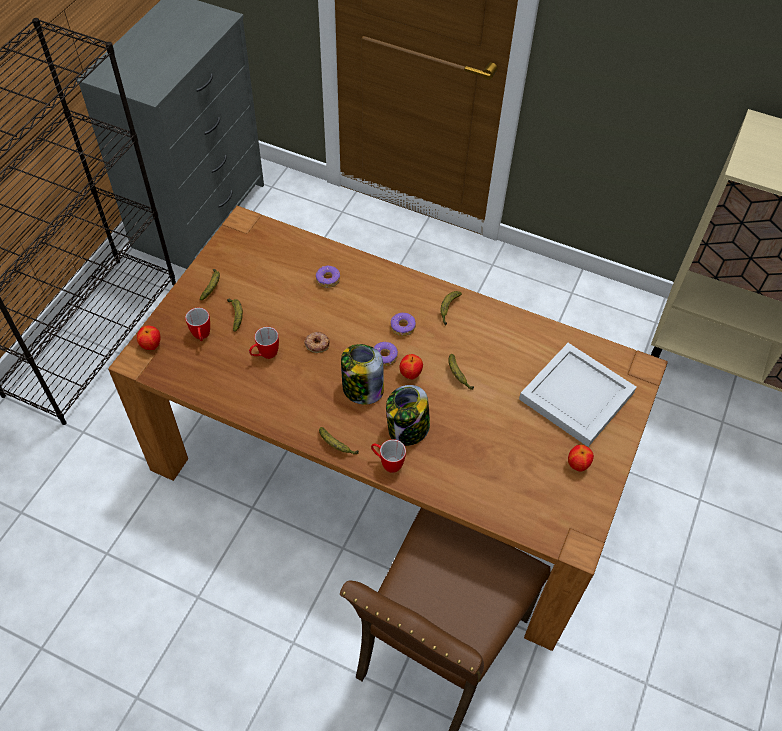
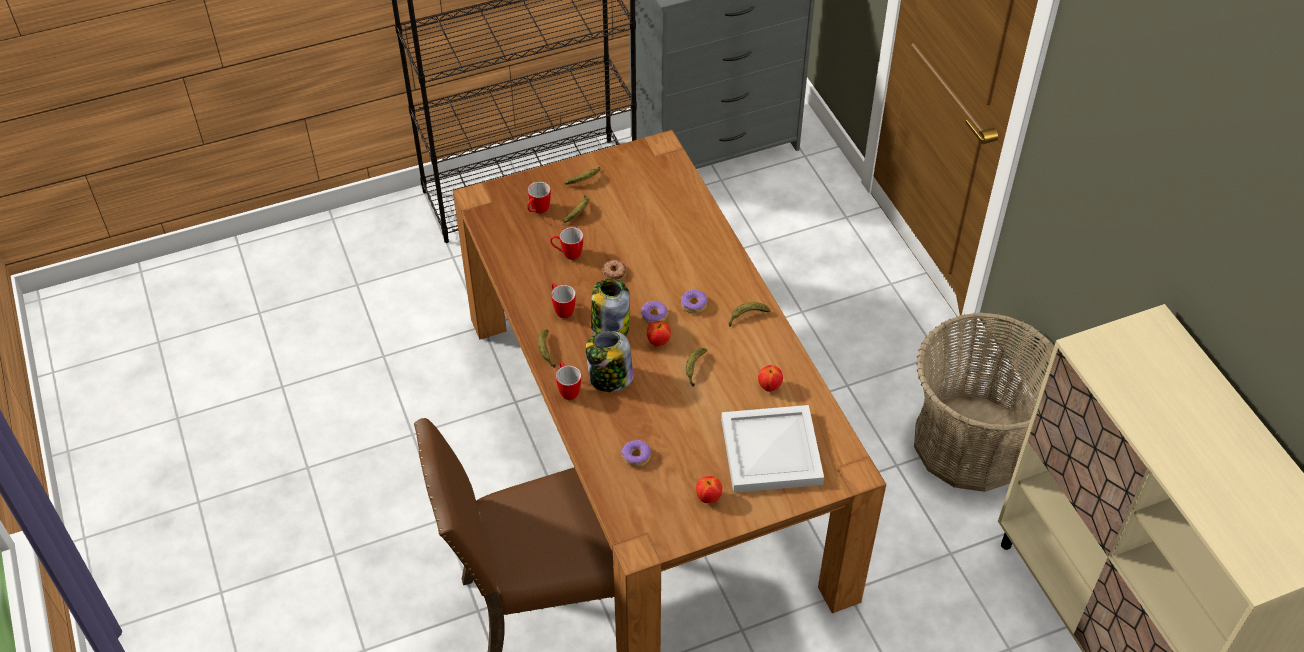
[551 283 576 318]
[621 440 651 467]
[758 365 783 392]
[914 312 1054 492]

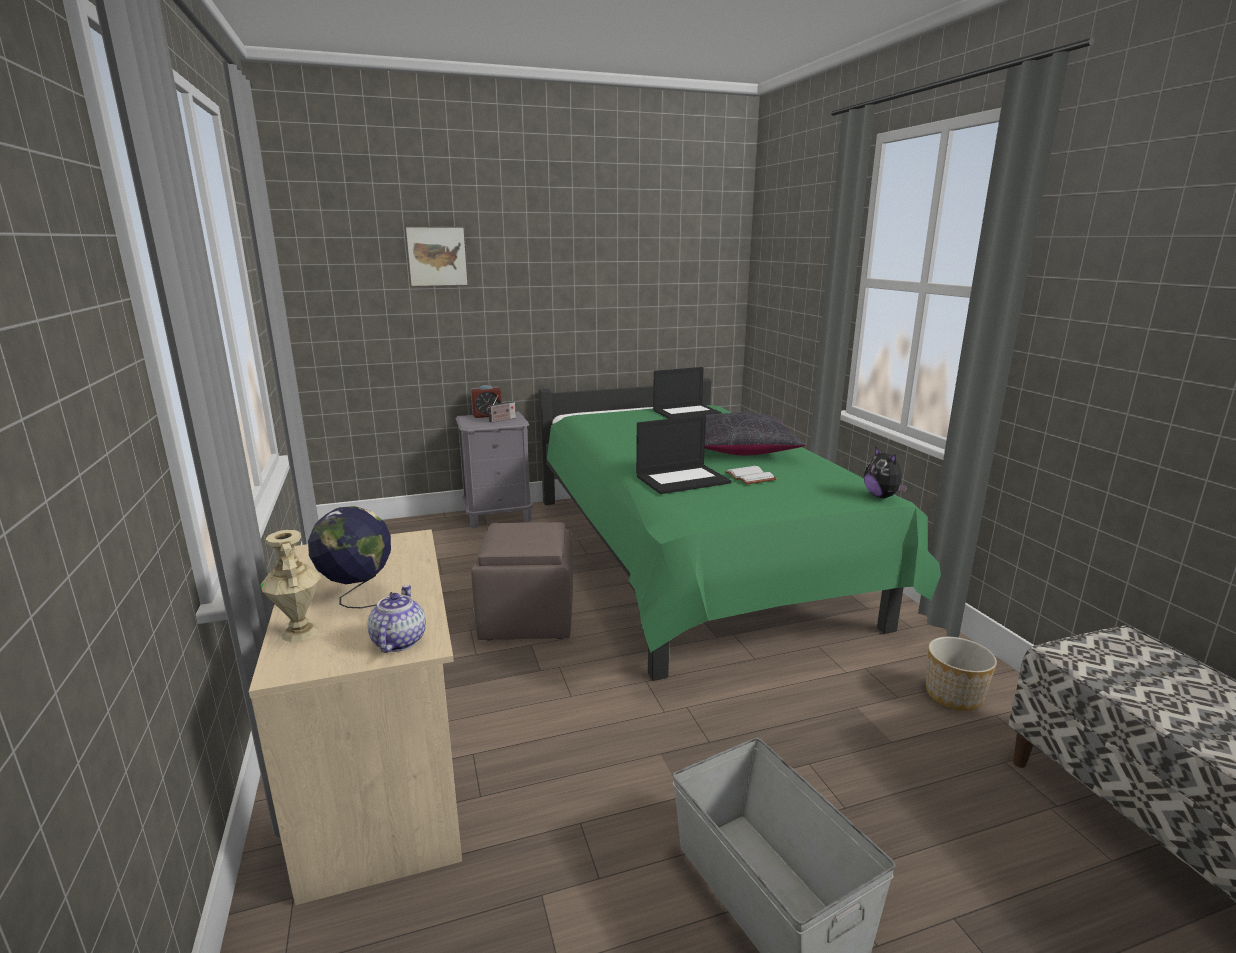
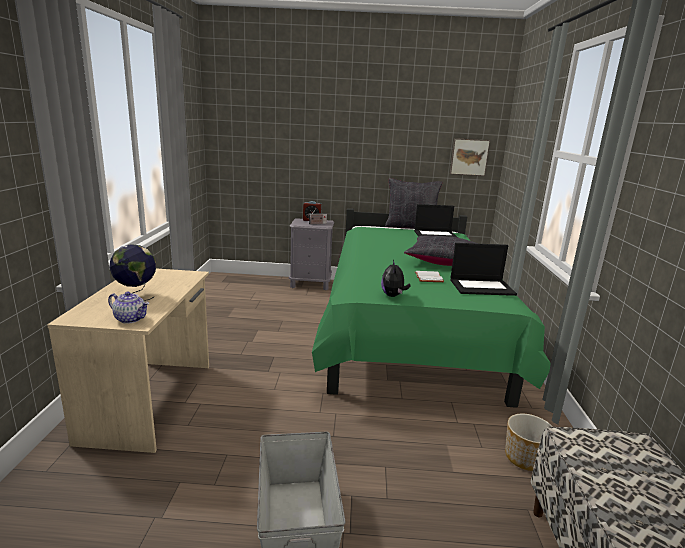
[108 292 149 323]
[381 260 411 297]
[385 178 442 228]
[450 138 490 176]
[450 243 517 296]
[261 530 321 642] (first image)
[471 522 573 641] (first image)

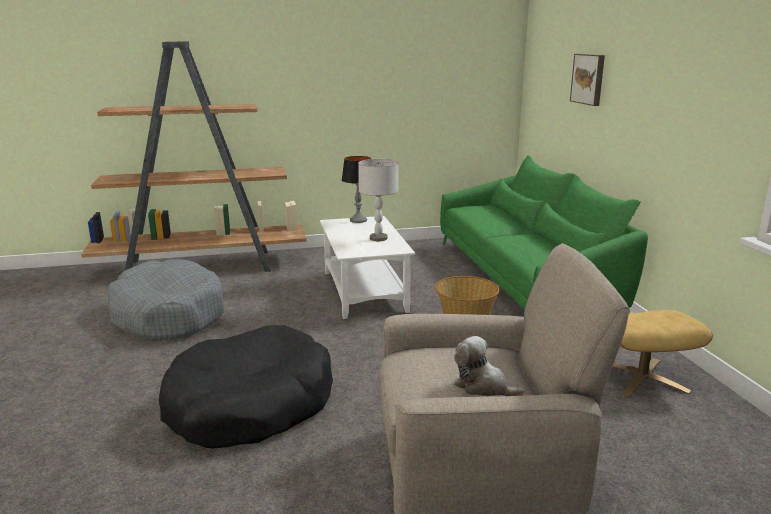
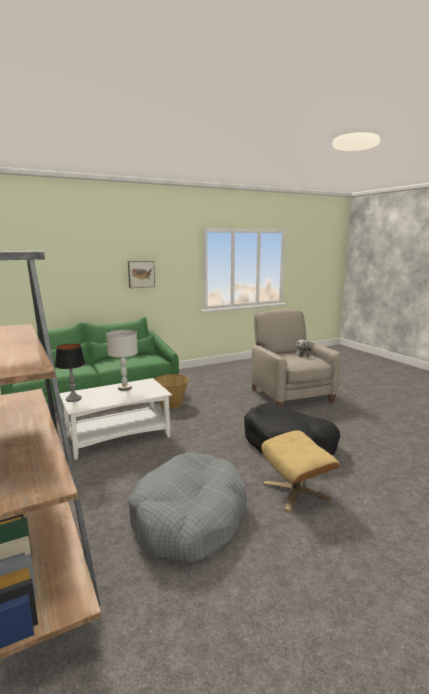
[128 261 155 288]
[261 430 340 512]

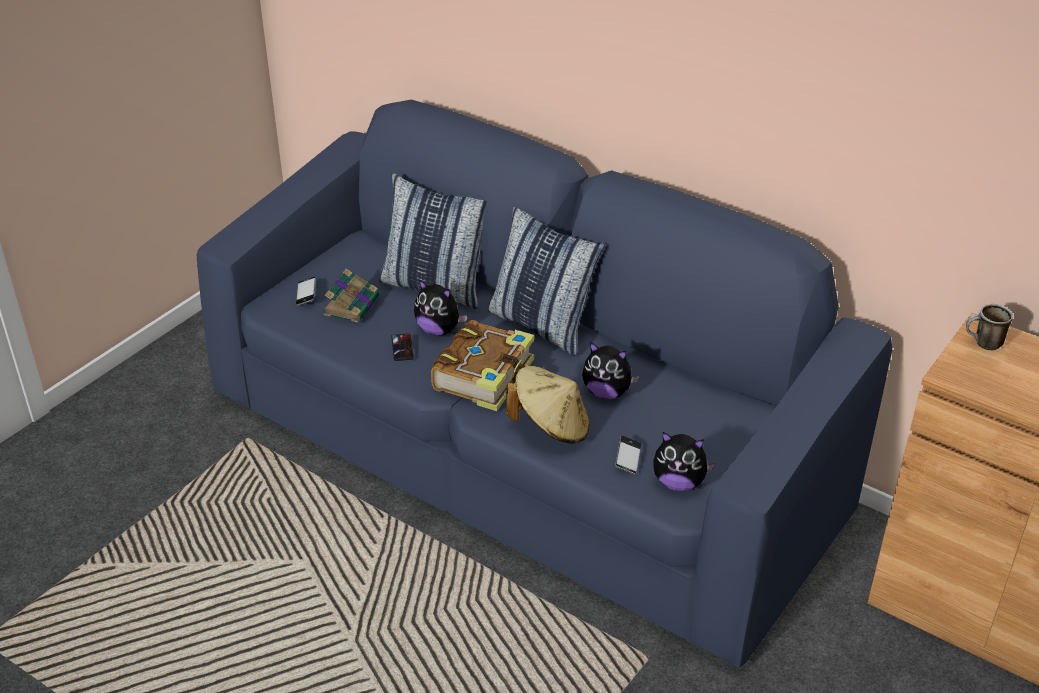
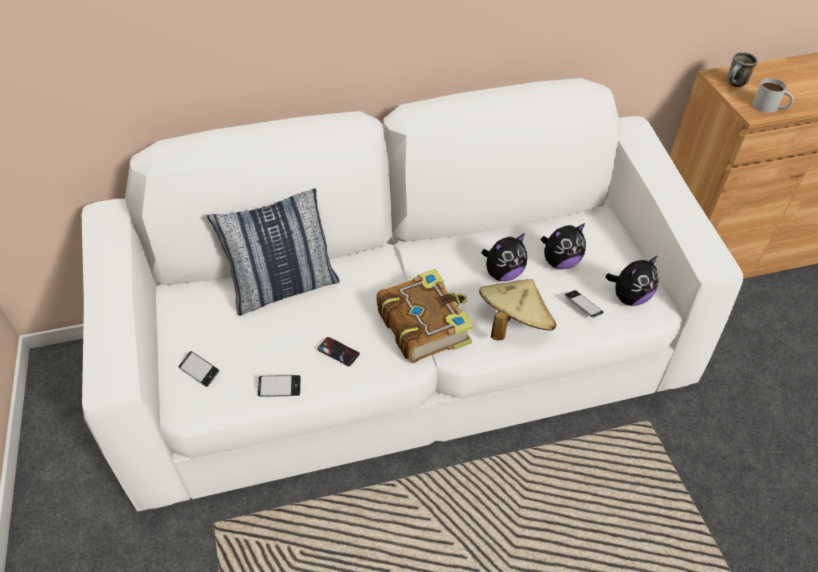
[82 78 743 512]
[258 375 301 397]
[541 223 586 269]
[752 78 794 113]
[324 269 380 323] (first image)
[488 207 605 356] (first image)

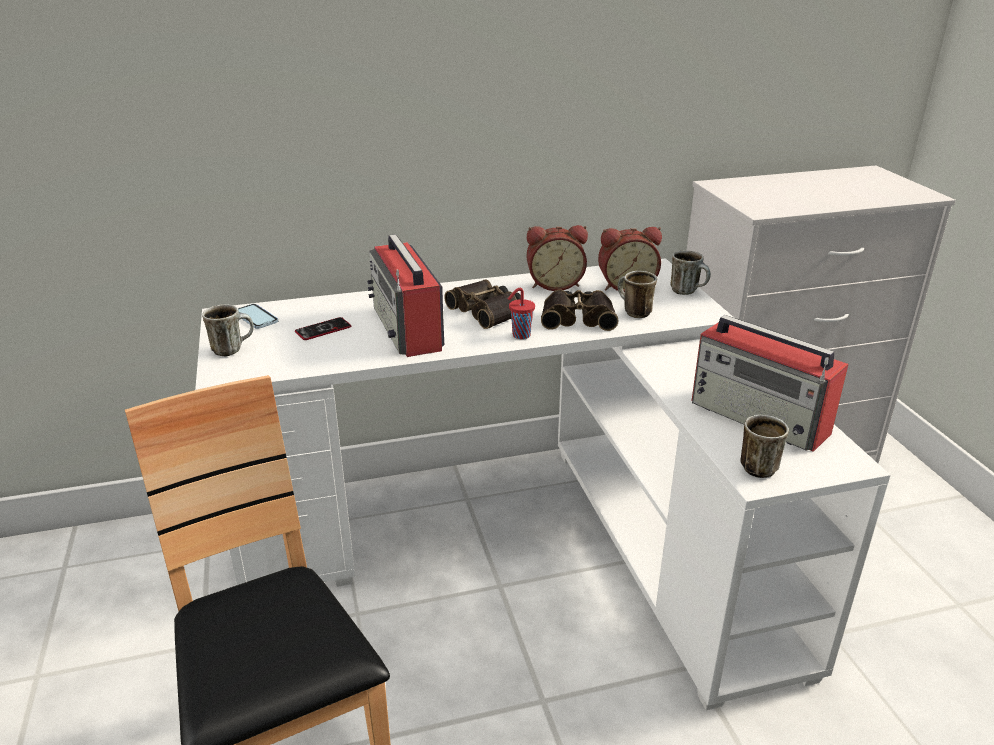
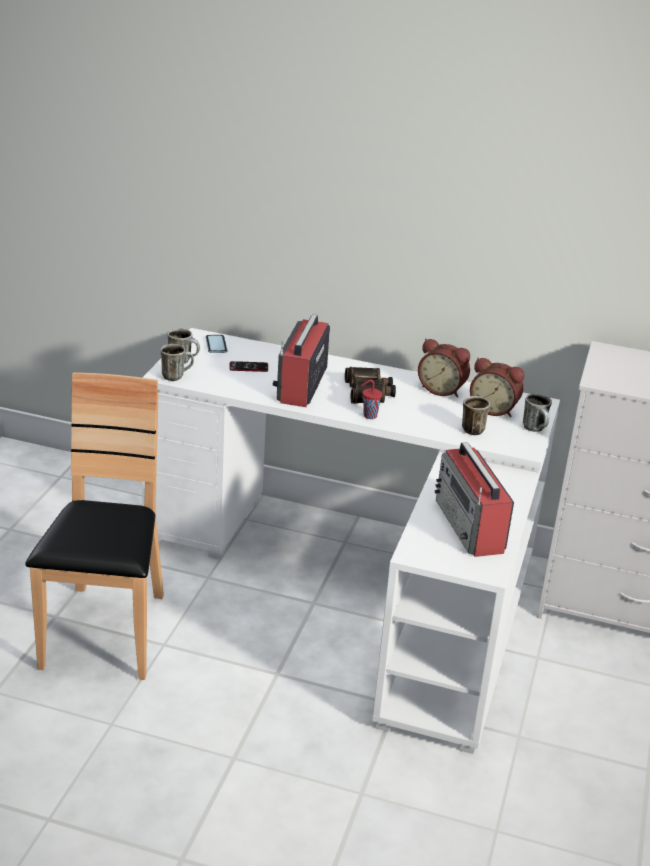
[160 344 194 381]
[541 289 618 331] (first image)

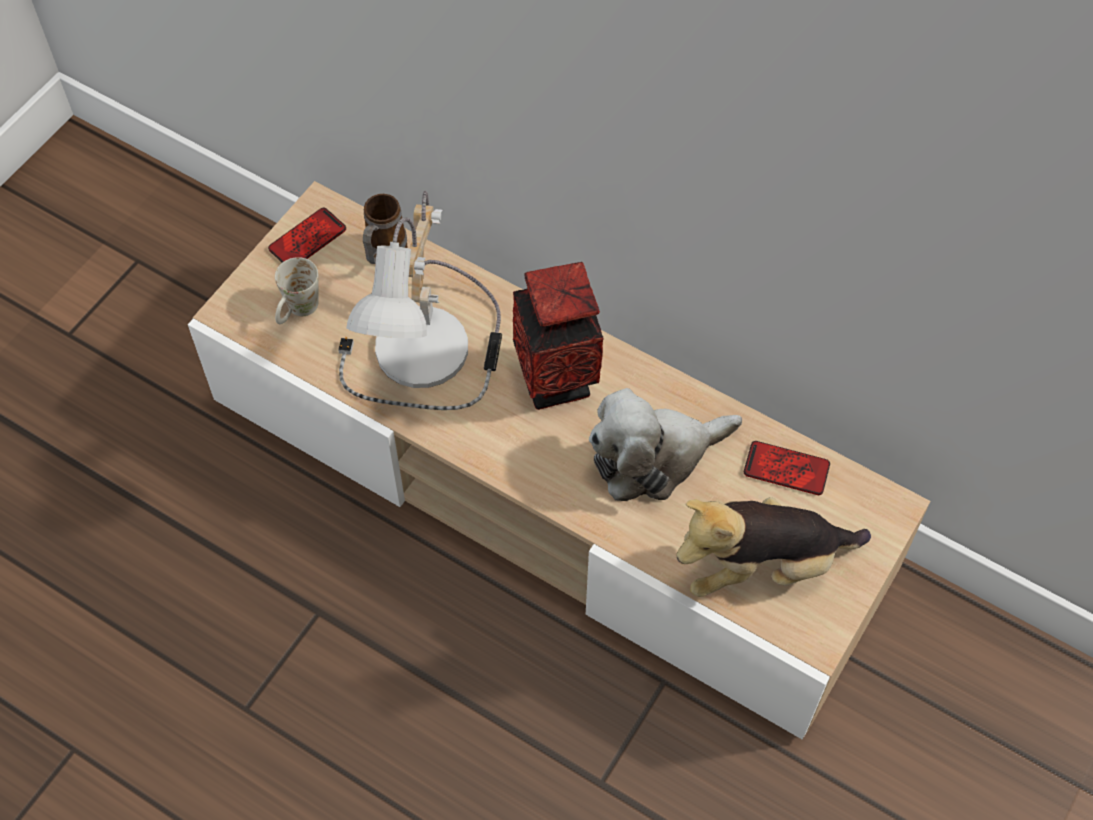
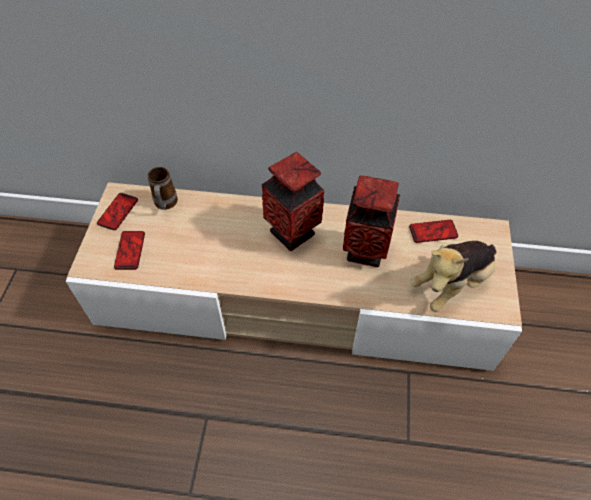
[114 231 145 270]
[343 176 400 267]
[338 191 502 410] (first image)

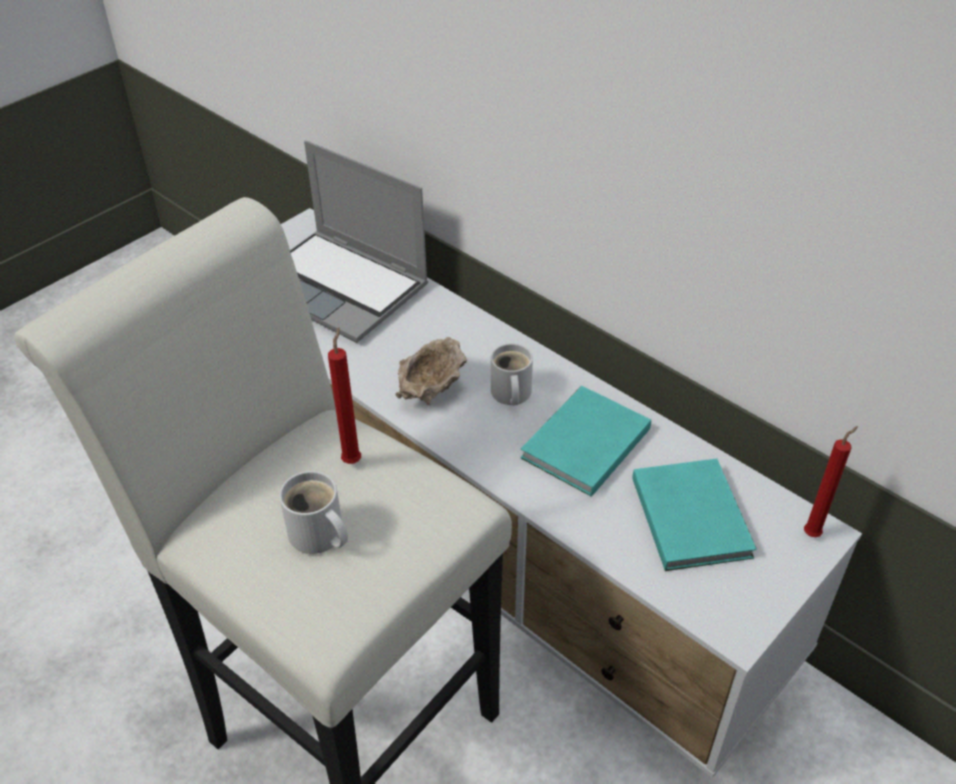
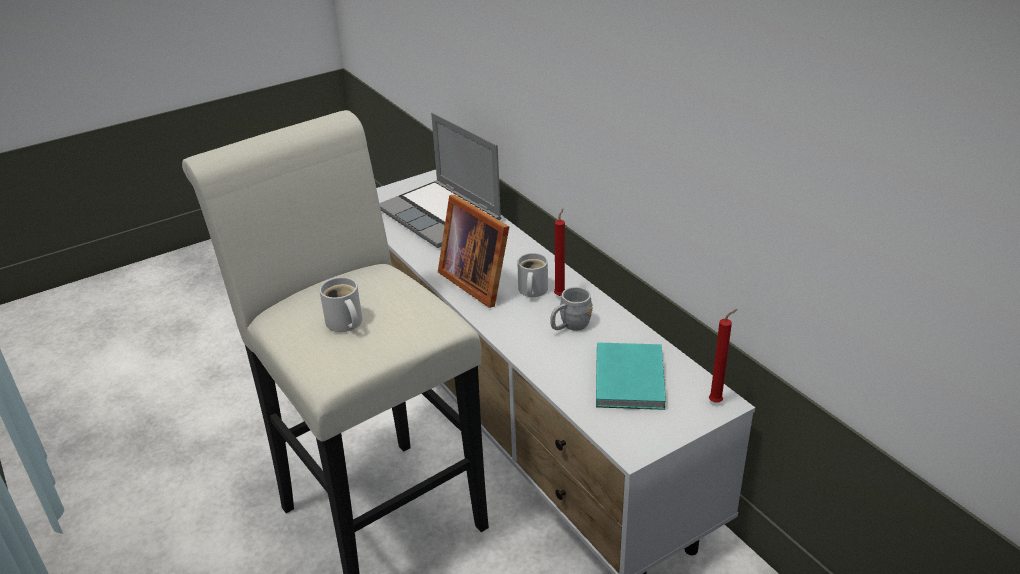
[438 195 509 308]
[550 287 593 331]
[554 209 565 296]

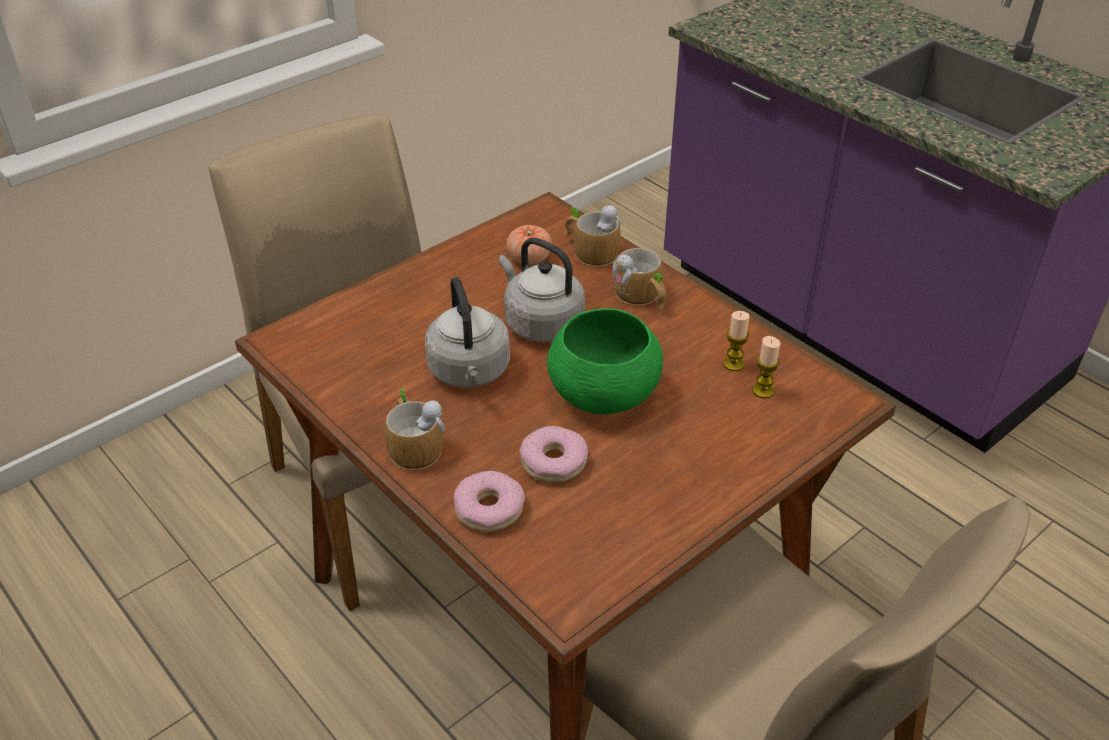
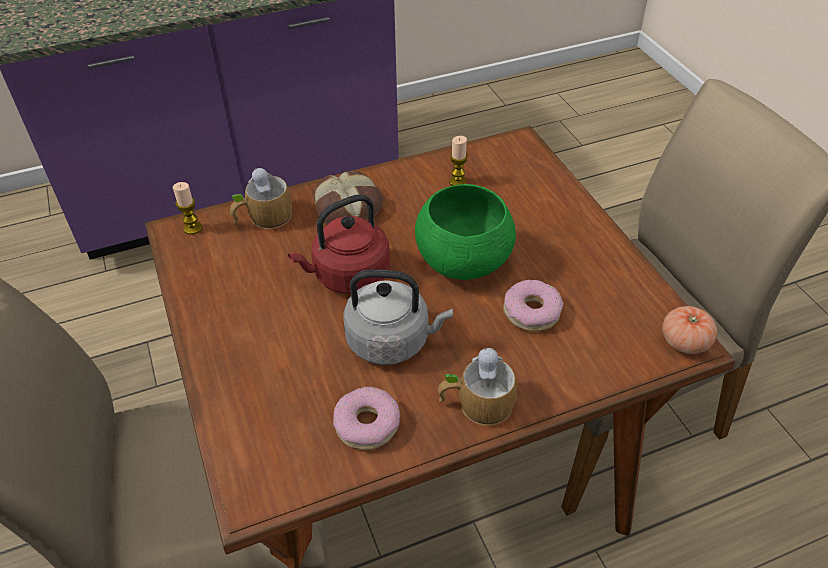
[173 182 202 235]
[288 194 390 294]
[313 171 383 224]
[333 387 400 450]
[662 306 717 354]

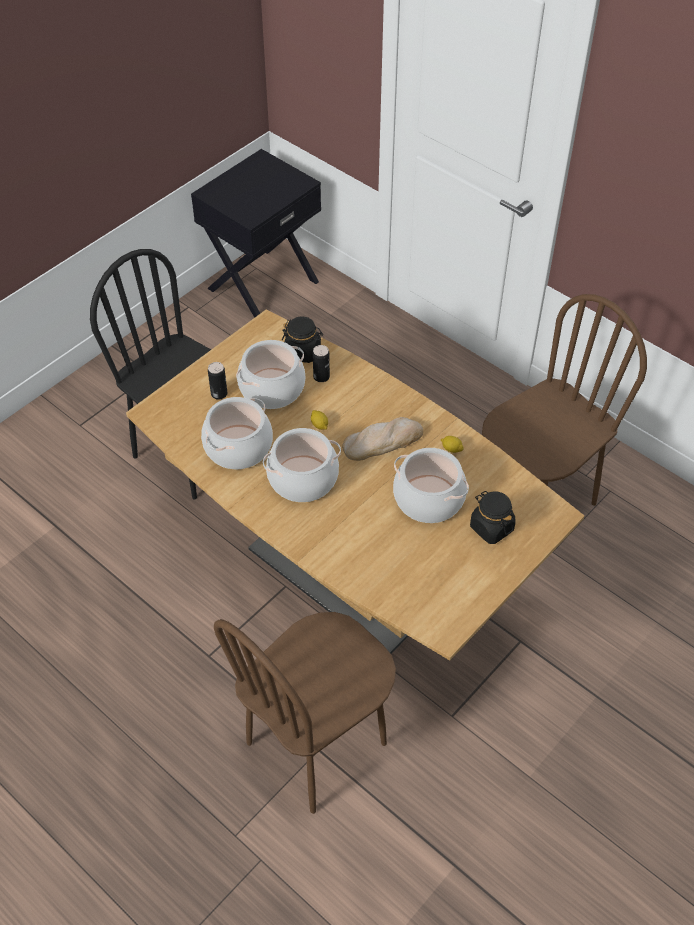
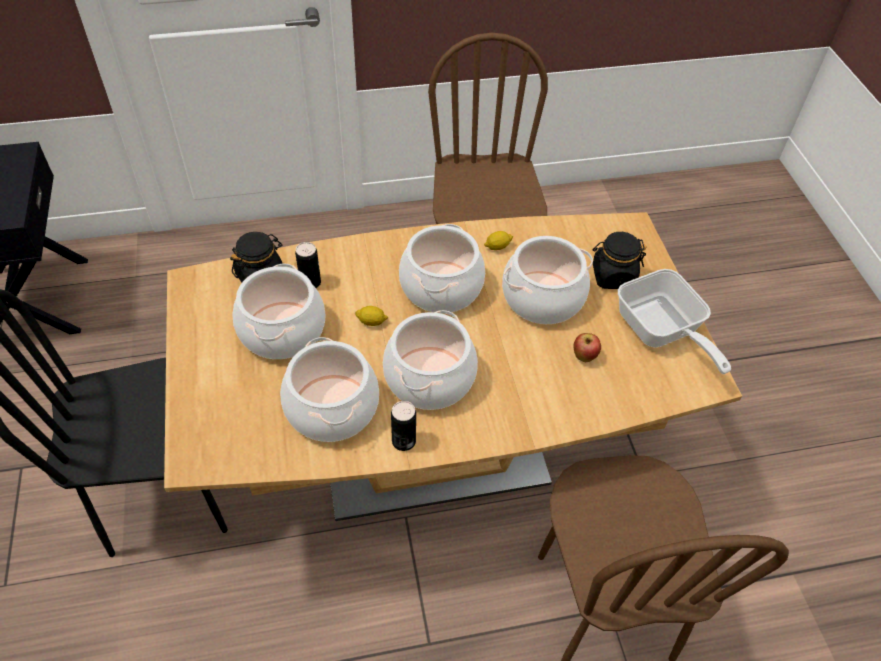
[391 401 416 451]
[399 224 485 312]
[574 333 601 362]
[618 269 731 374]

